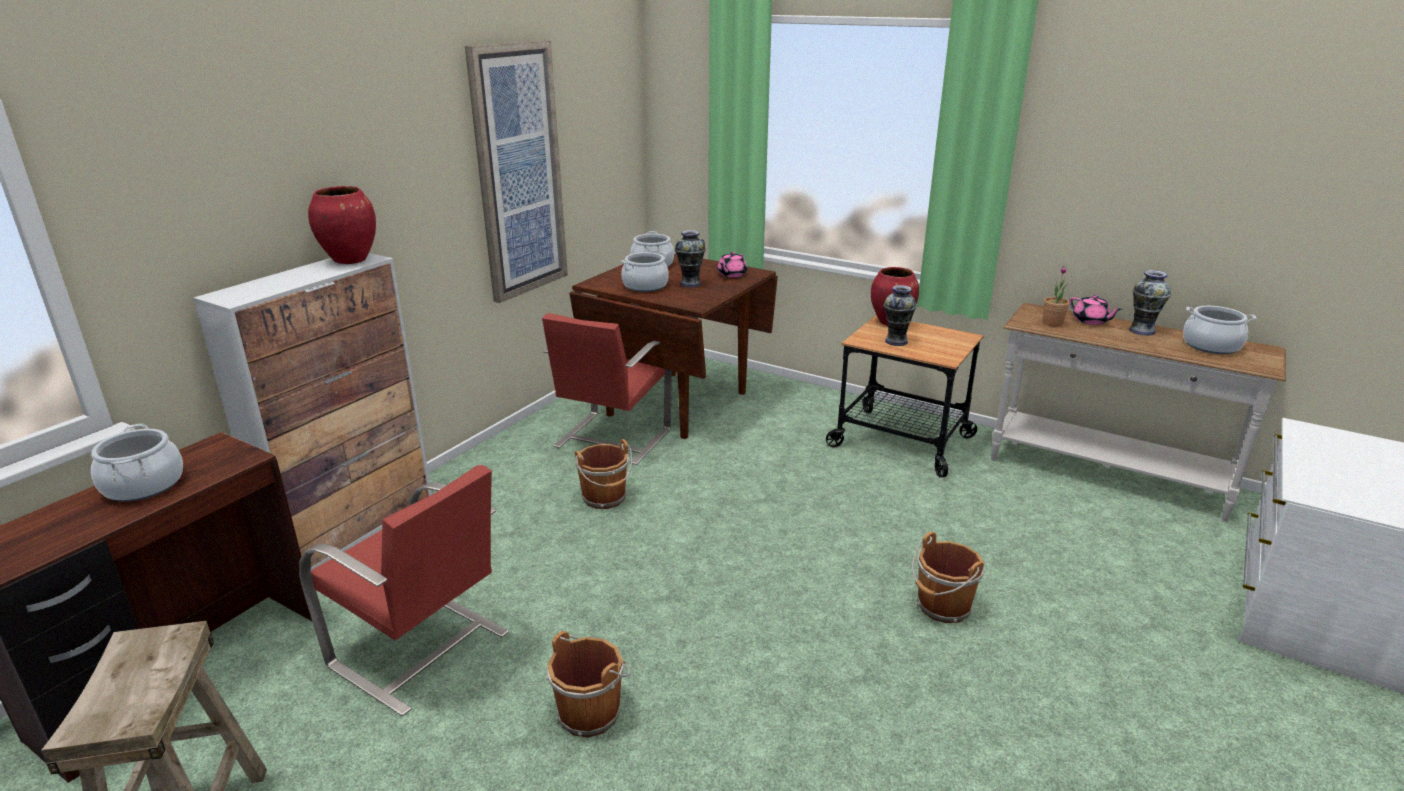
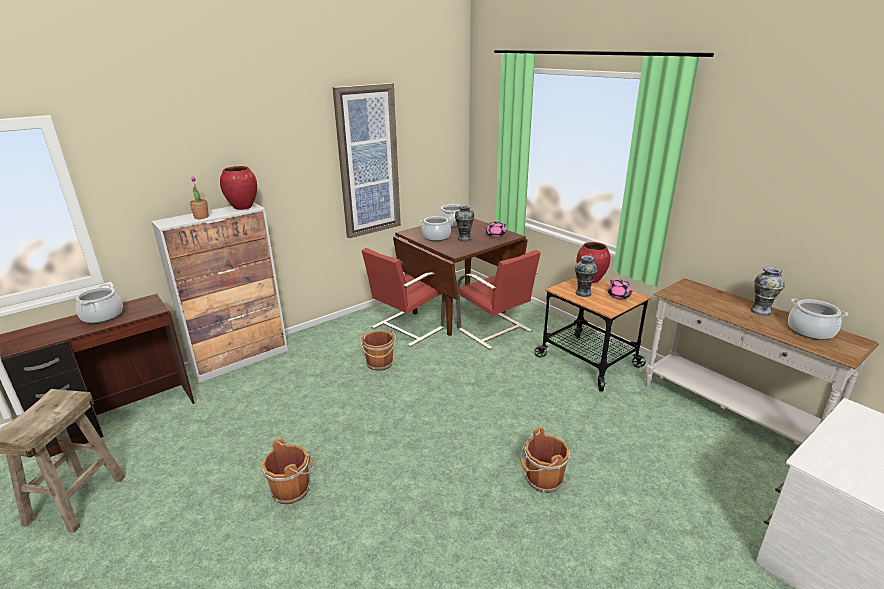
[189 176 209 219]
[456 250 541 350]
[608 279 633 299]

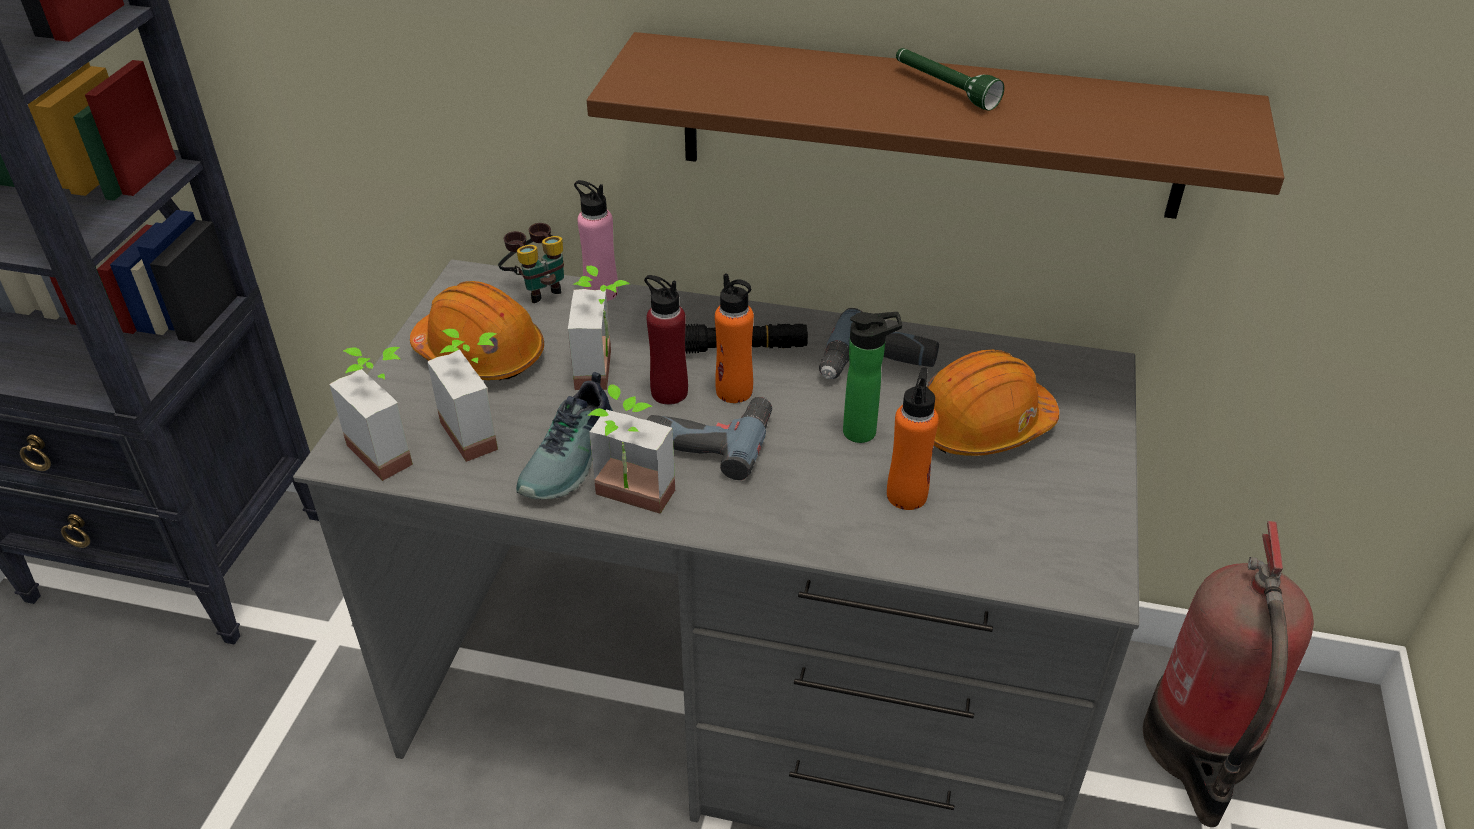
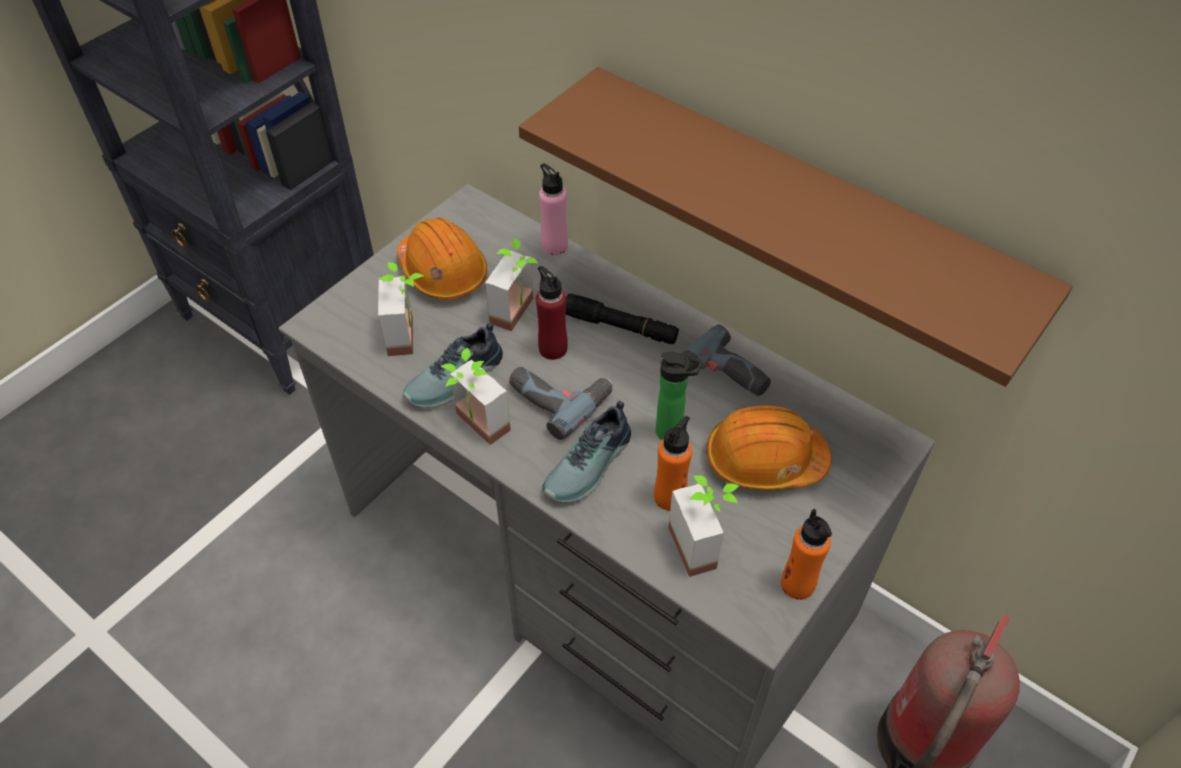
[542 400 631 502]
[668 475 739 577]
[781 509 832 600]
[498 223 564 303] (first image)
[896 48 1004 111] (first image)

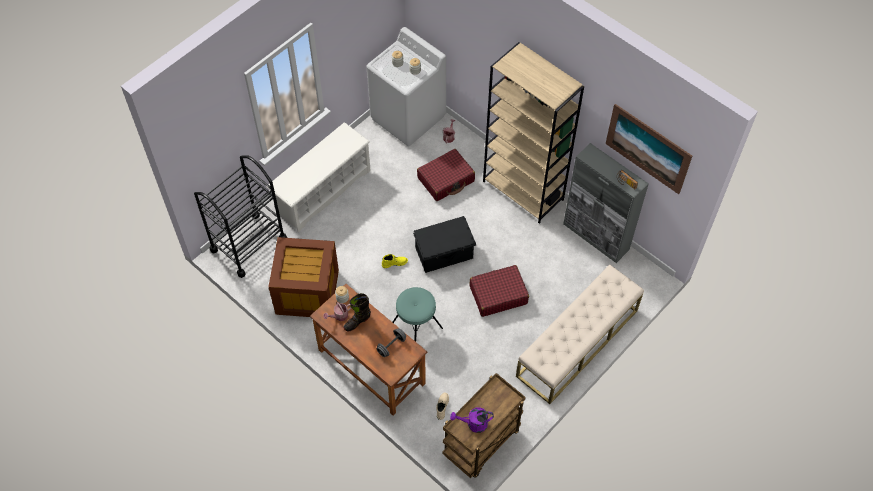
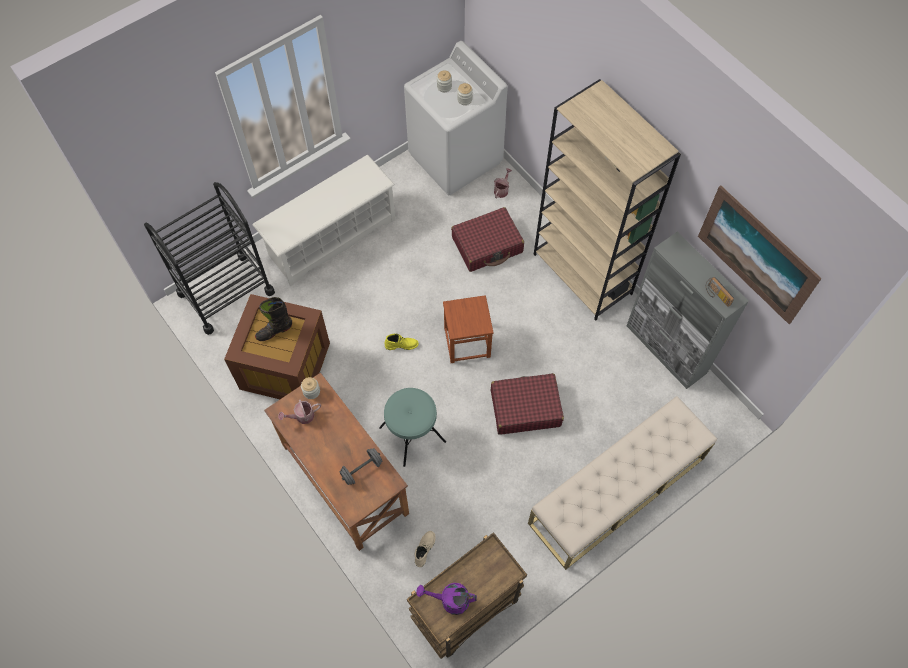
[255 297 292 341]
[443 295 494 363]

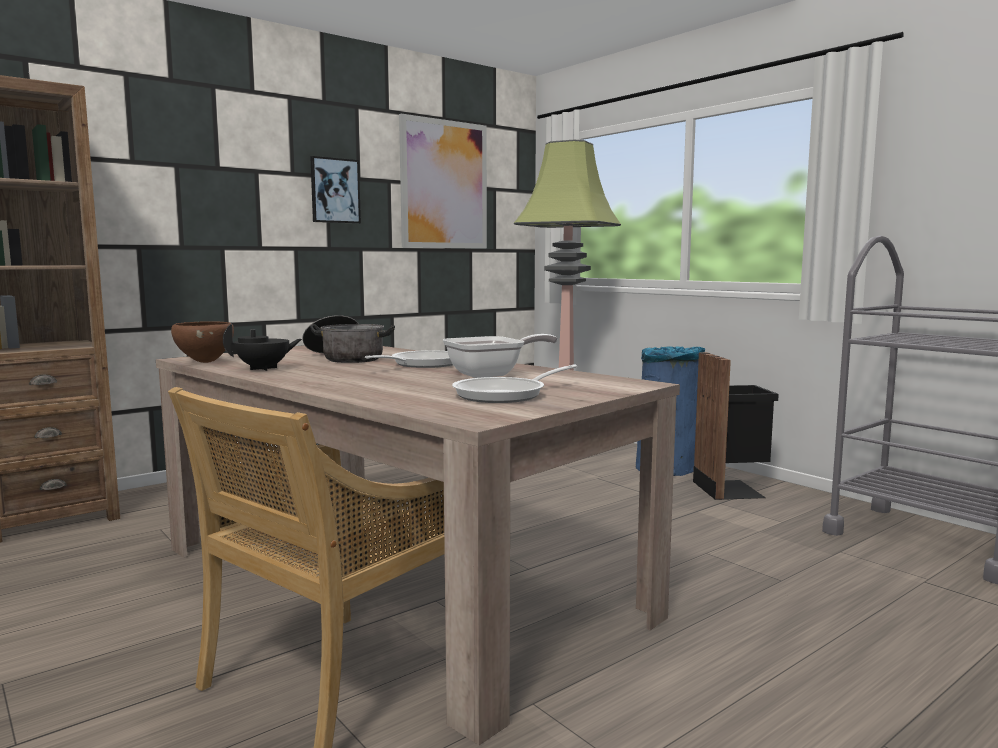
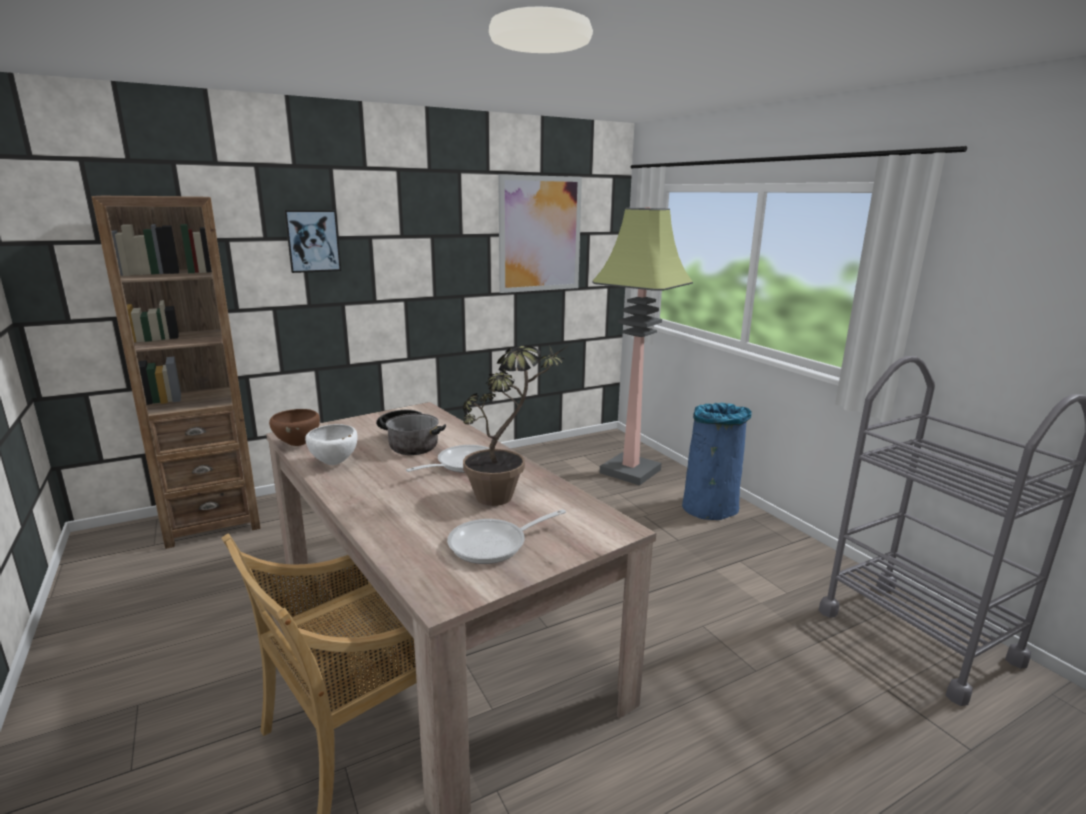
[284 210 341 273]
[305 424 358 465]
[463 345 569 506]
[693 352 779 500] (first image)

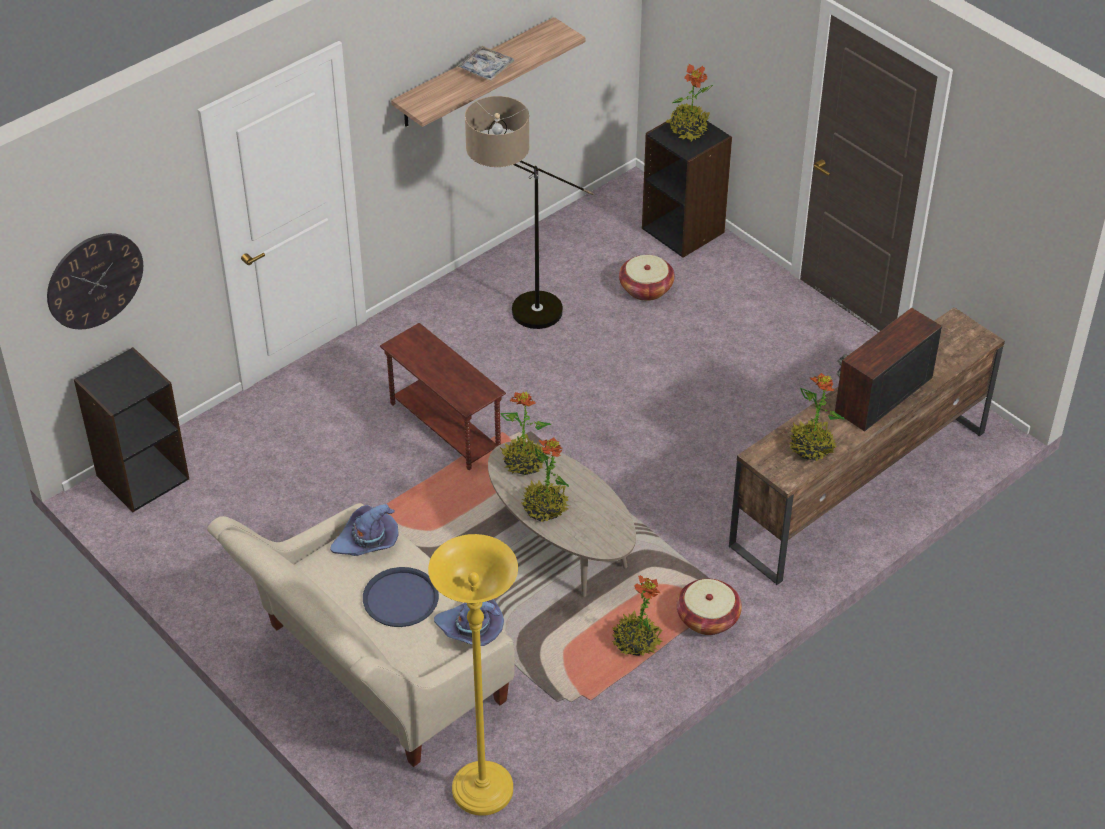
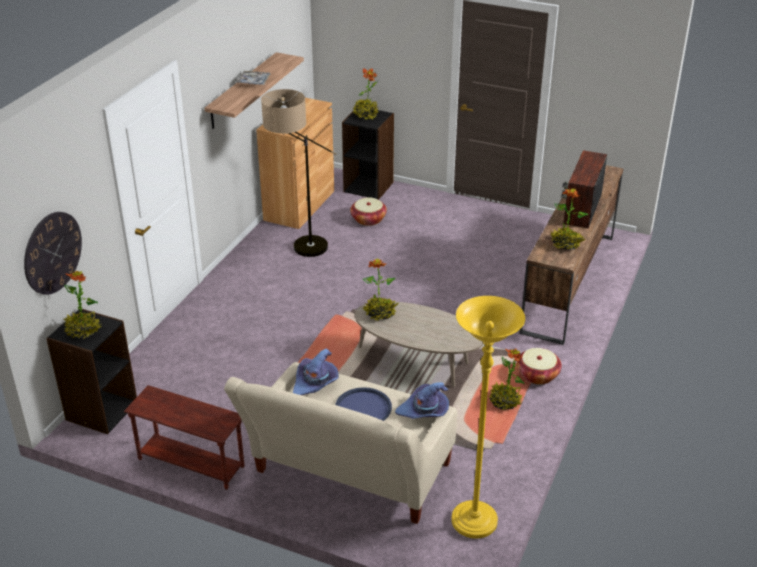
[63 271 102 339]
[124 385 245 490]
[256 98 334 229]

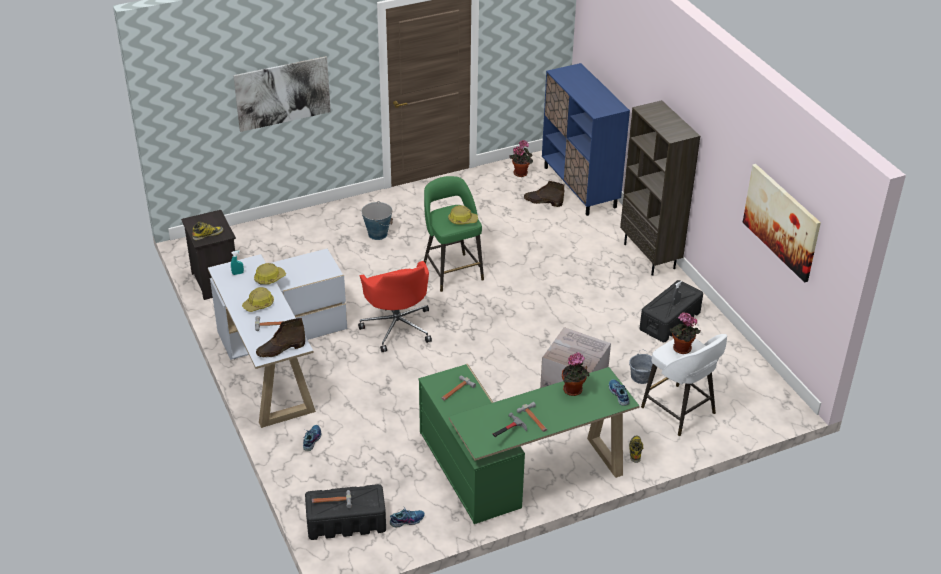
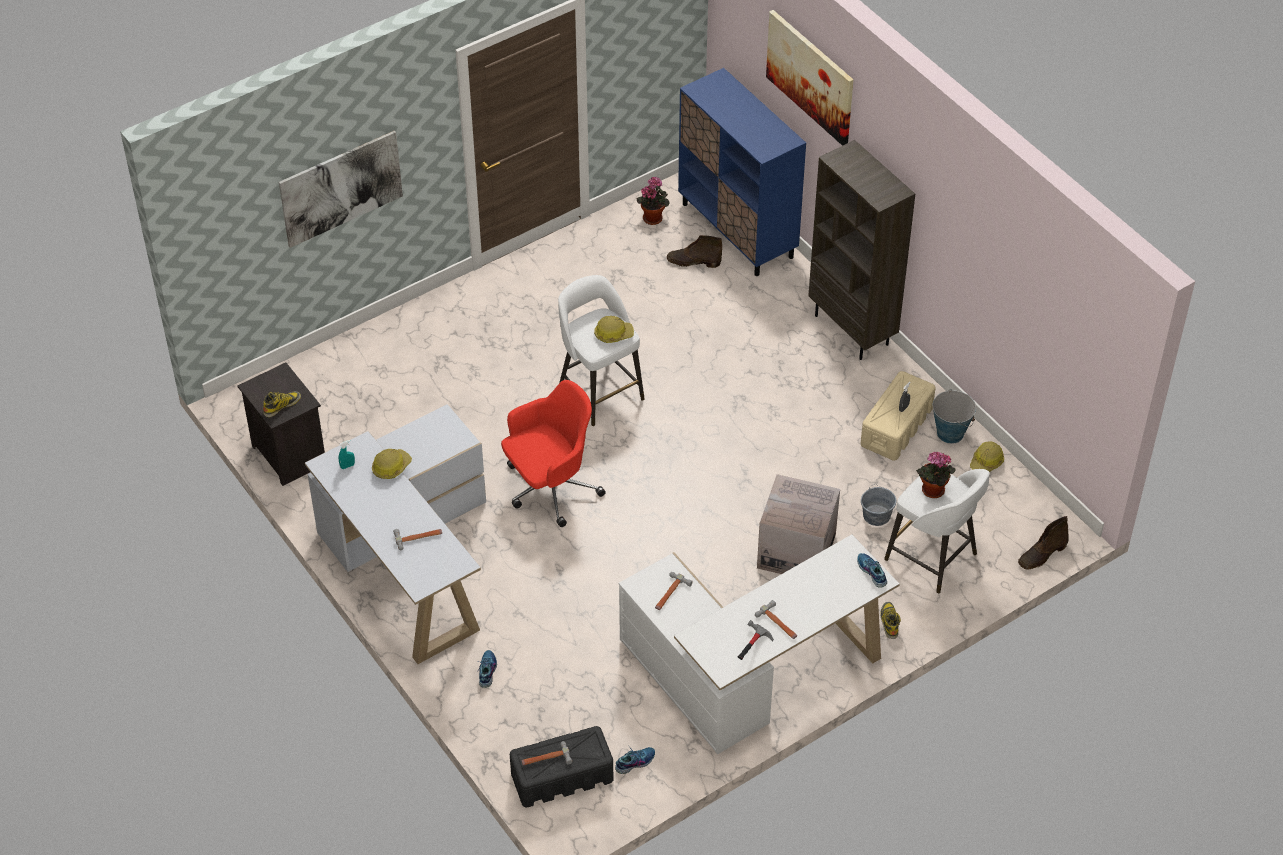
[501 380 606 527]
[558 275 645 426]
[619 534 900 755]
[766 10 854 146]
[860 371 936 461]
[933 389 976 444]
[970 441 1004 472]
[1018 516 1069 570]
[562 352 589 396] (first image)

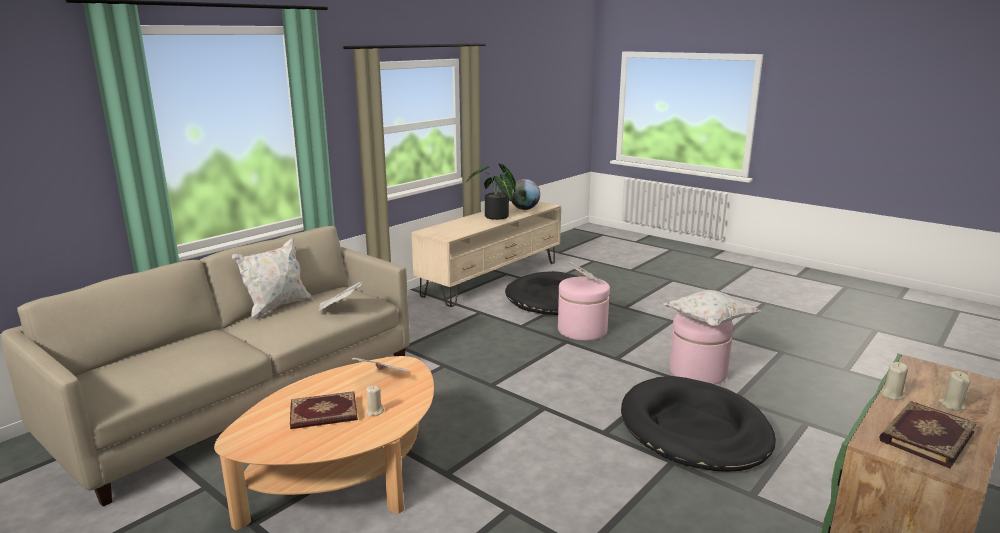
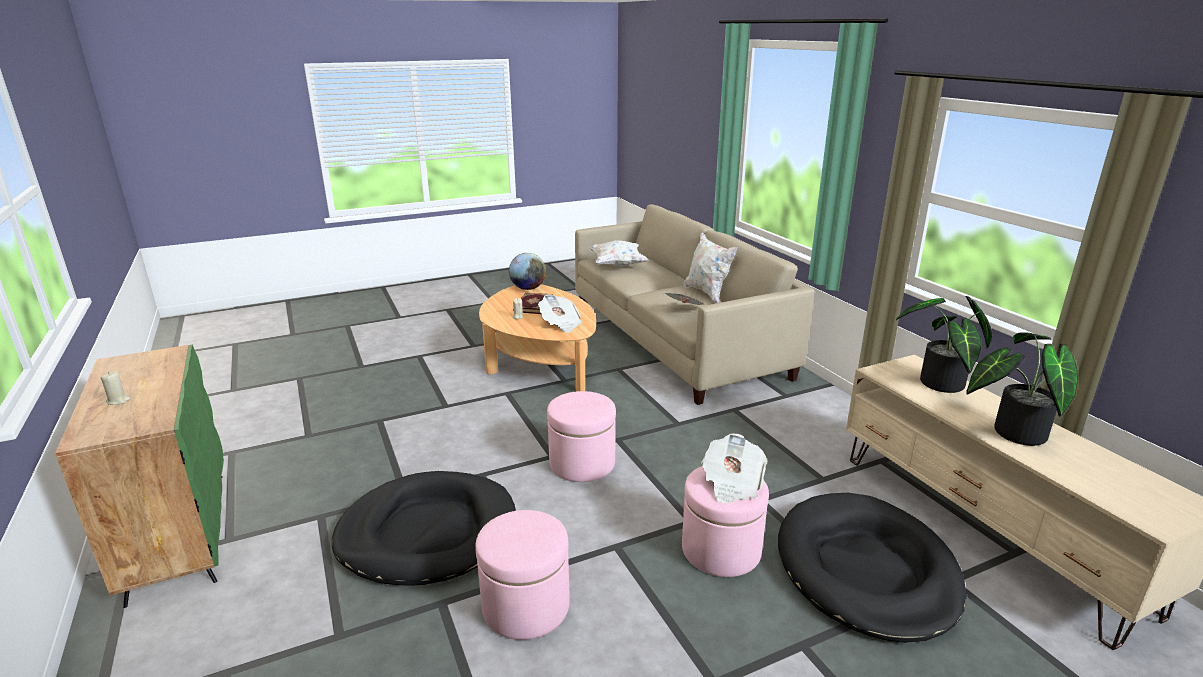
[509 253 546 290]
[547 391 616 482]
[590 240 649 266]
[896 296 992 393]
[879 401 977 468] (first image)
[880 362 908 400] (first image)

